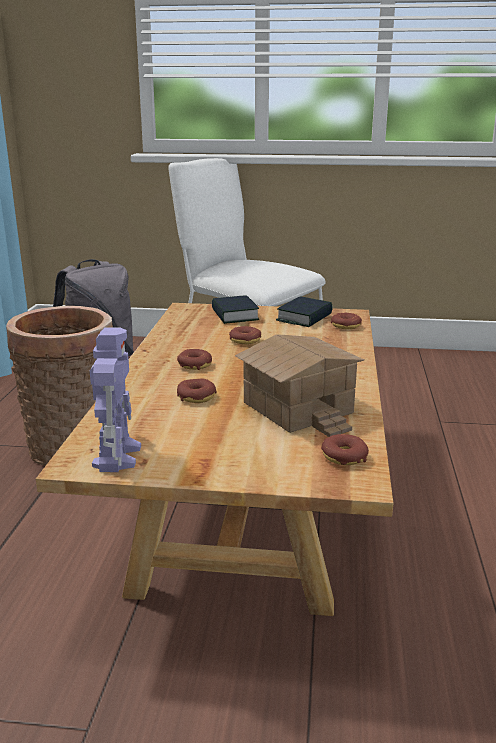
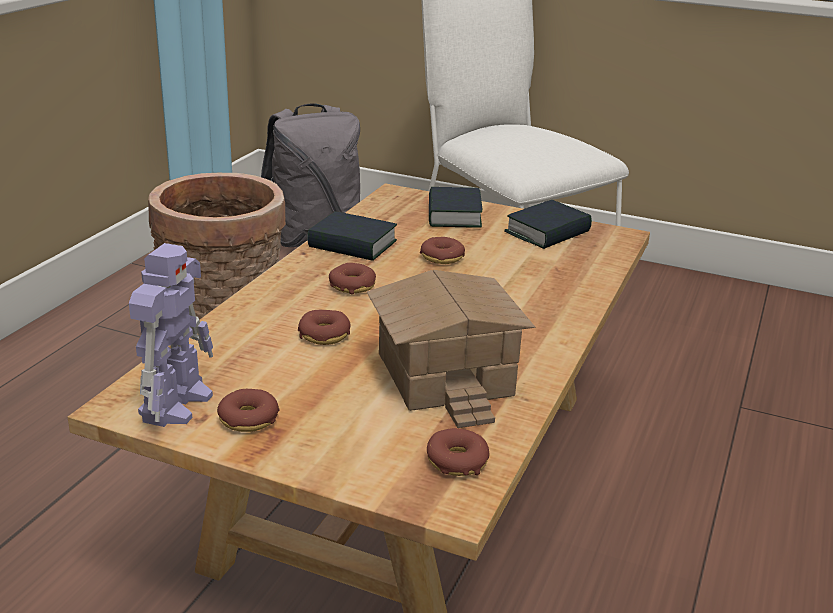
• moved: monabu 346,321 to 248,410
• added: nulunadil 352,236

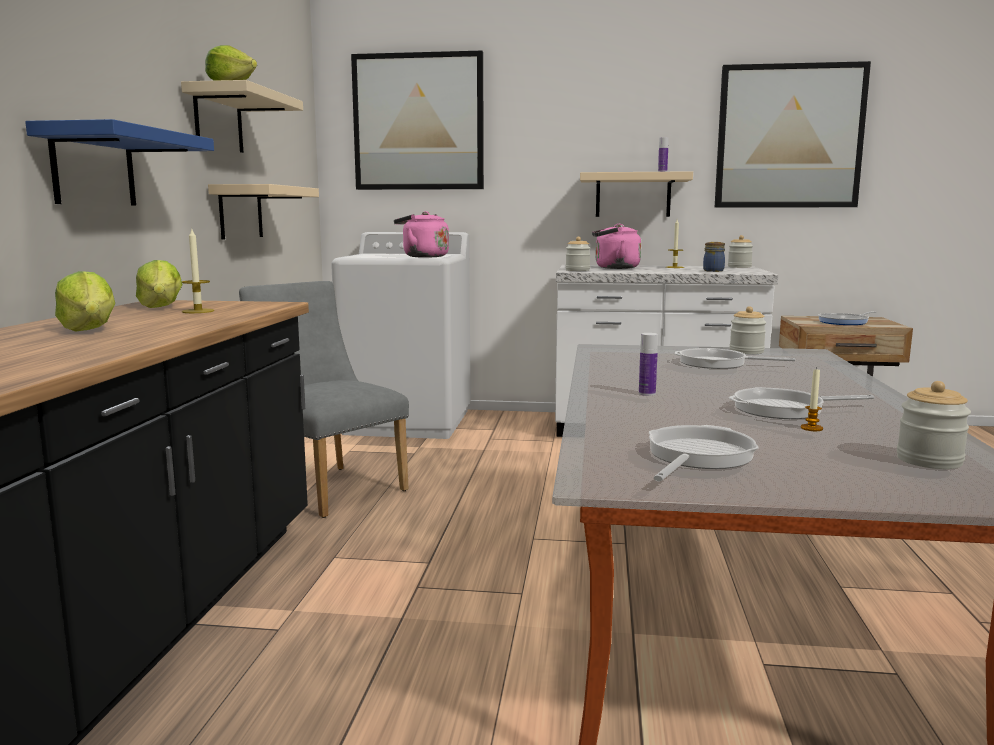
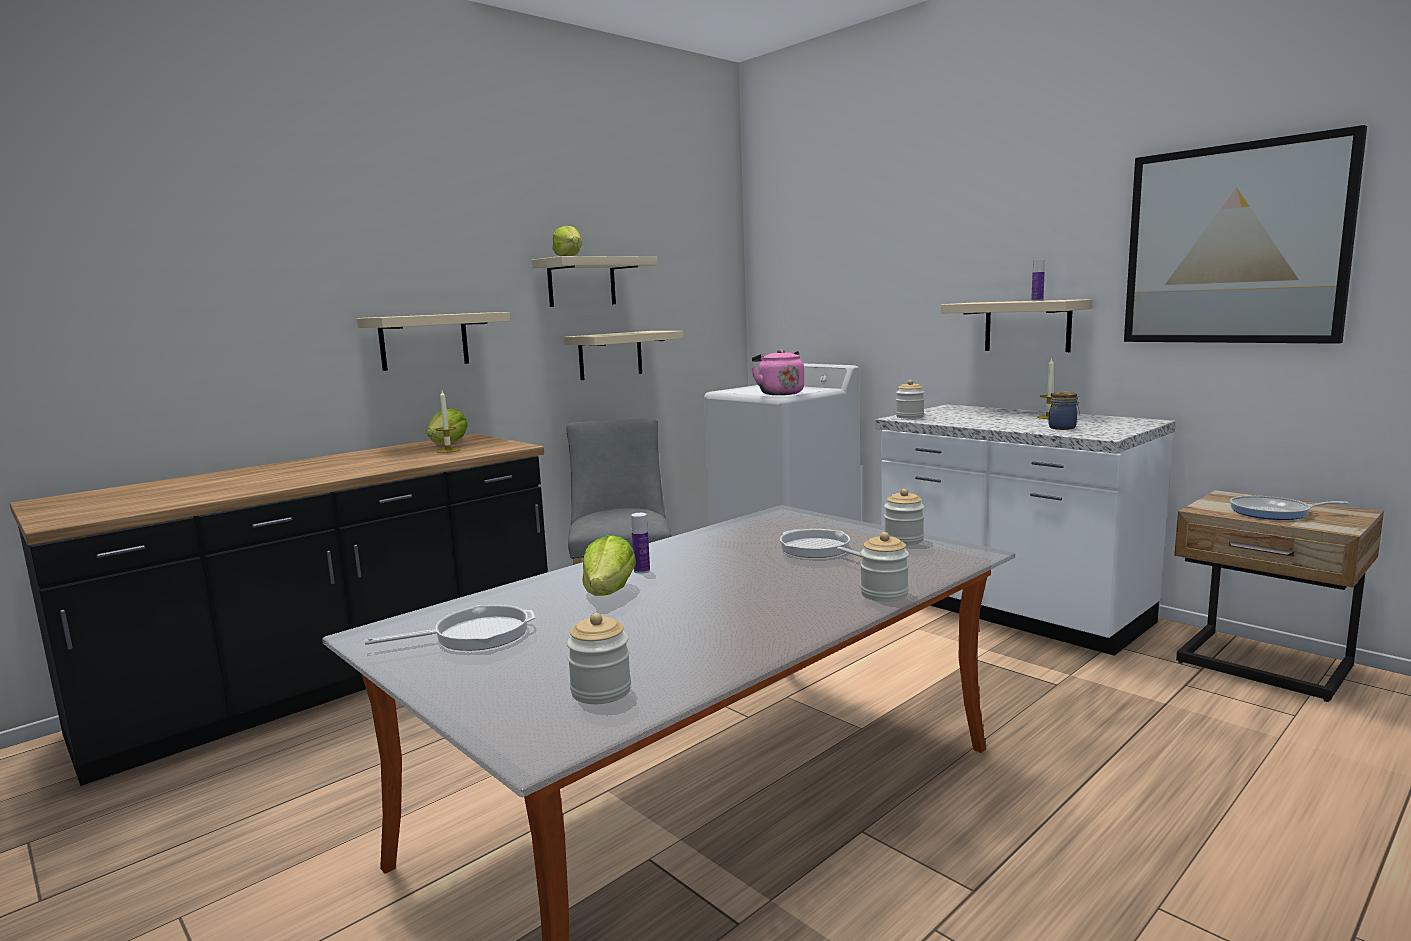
• recoloured: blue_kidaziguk 119,162 to beige_kidaziguk 433,341
• moved: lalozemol 85,301 to 609,565
• moved: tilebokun 740,251 to 884,567
• removed: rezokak 417,120
• removed: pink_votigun 616,246
• removed: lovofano 801,403
• removed: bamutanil 812,400

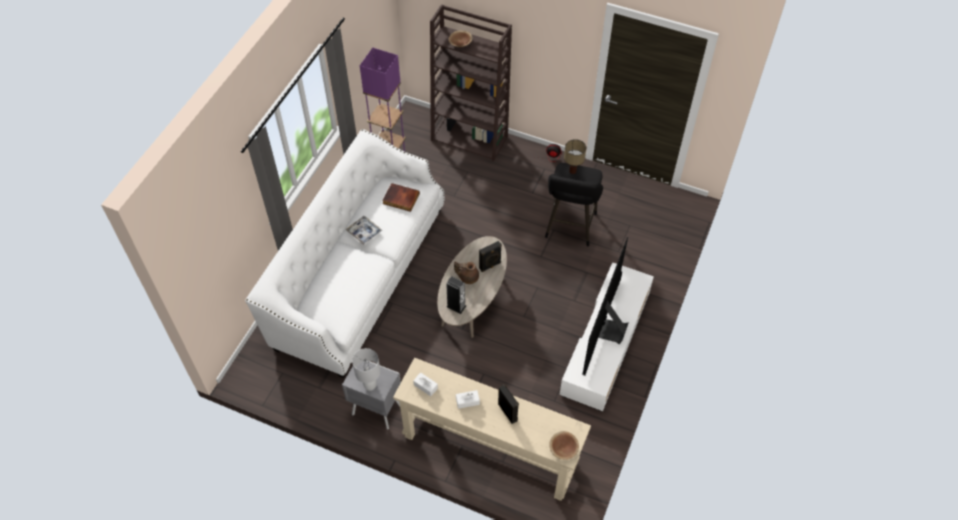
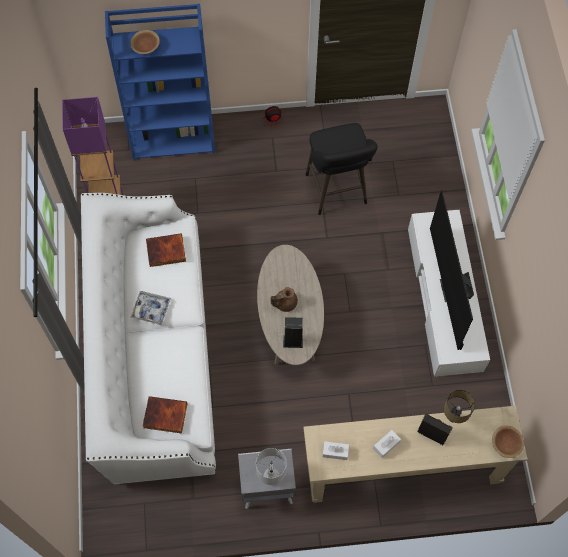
• recoloured: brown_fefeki 471,82 to blue_fefeki 160,82
• added: nulunadil 165,415
• moved: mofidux 575,156 to 459,406
• removed: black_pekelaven 490,256

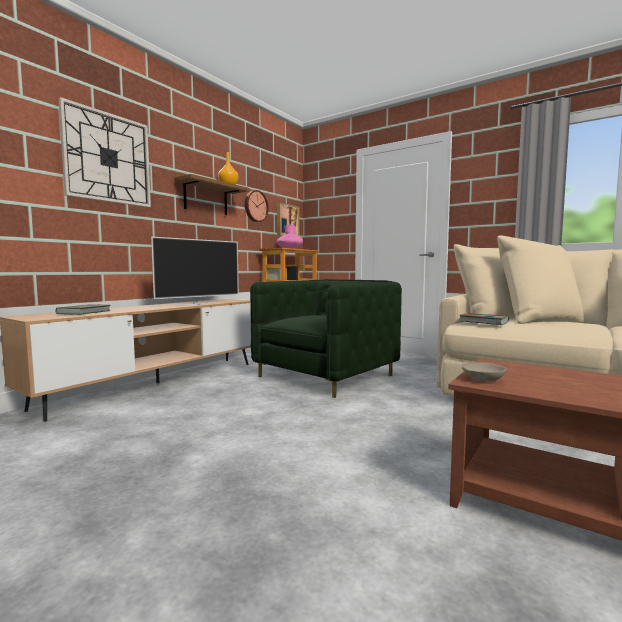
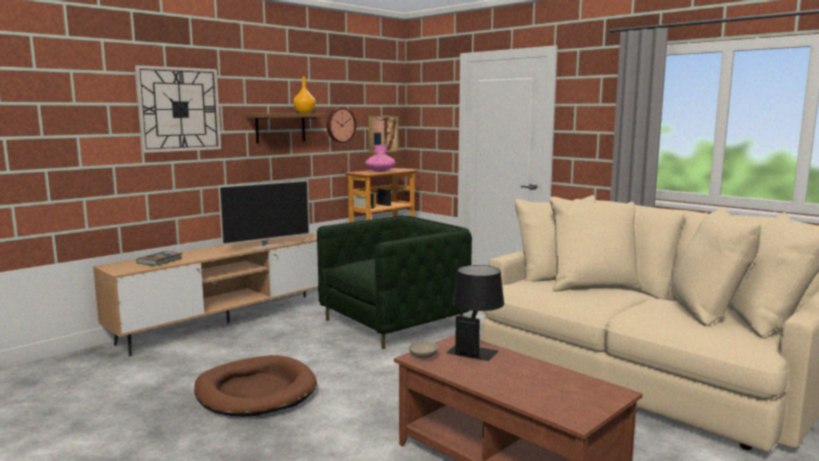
• added: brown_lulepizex 255,386
• added: black_mofidux 475,313
• removed: nulunadil 484,319

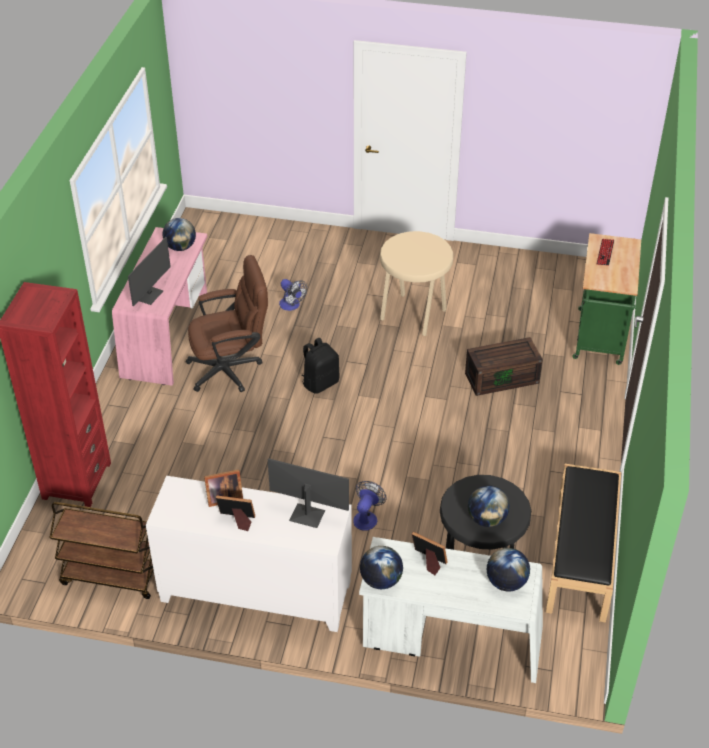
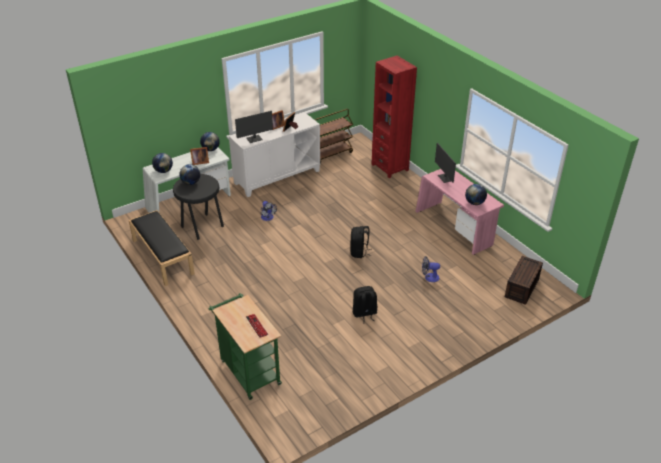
• replaced: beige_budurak 417,283 to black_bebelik 365,305
• moved: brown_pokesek 504,366 to 524,280
• removed: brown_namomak 226,323

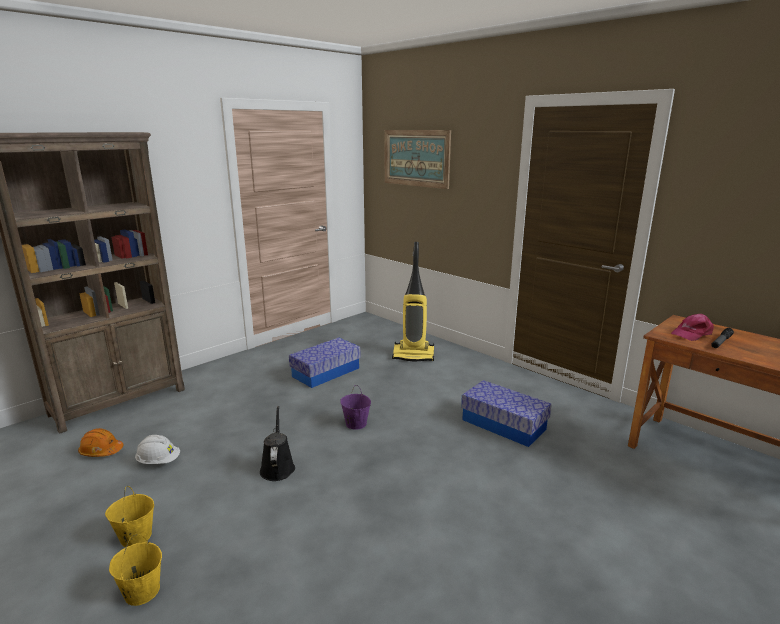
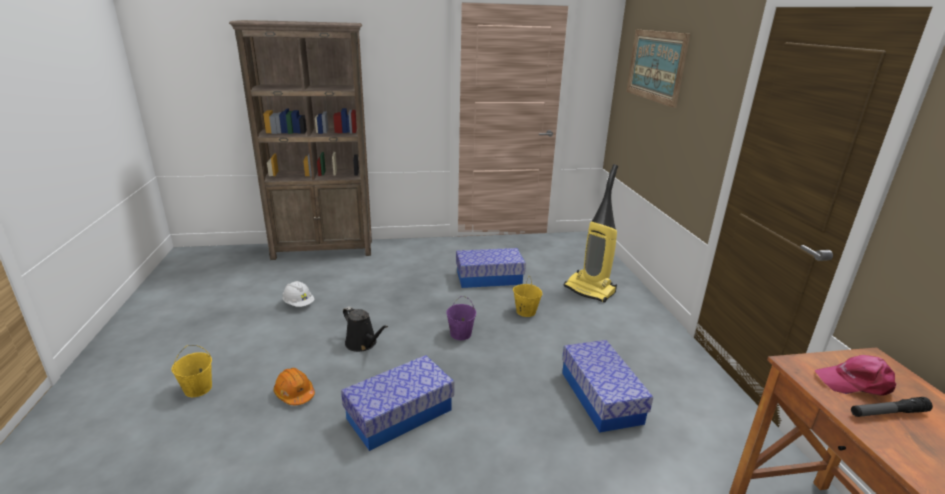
• moved: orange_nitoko 100,442 to 294,386
• added: pokesek 397,403
• turned: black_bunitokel 277,443 = 365,329 105 degrees clockwise
• moved: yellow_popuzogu 129,516 to 527,296

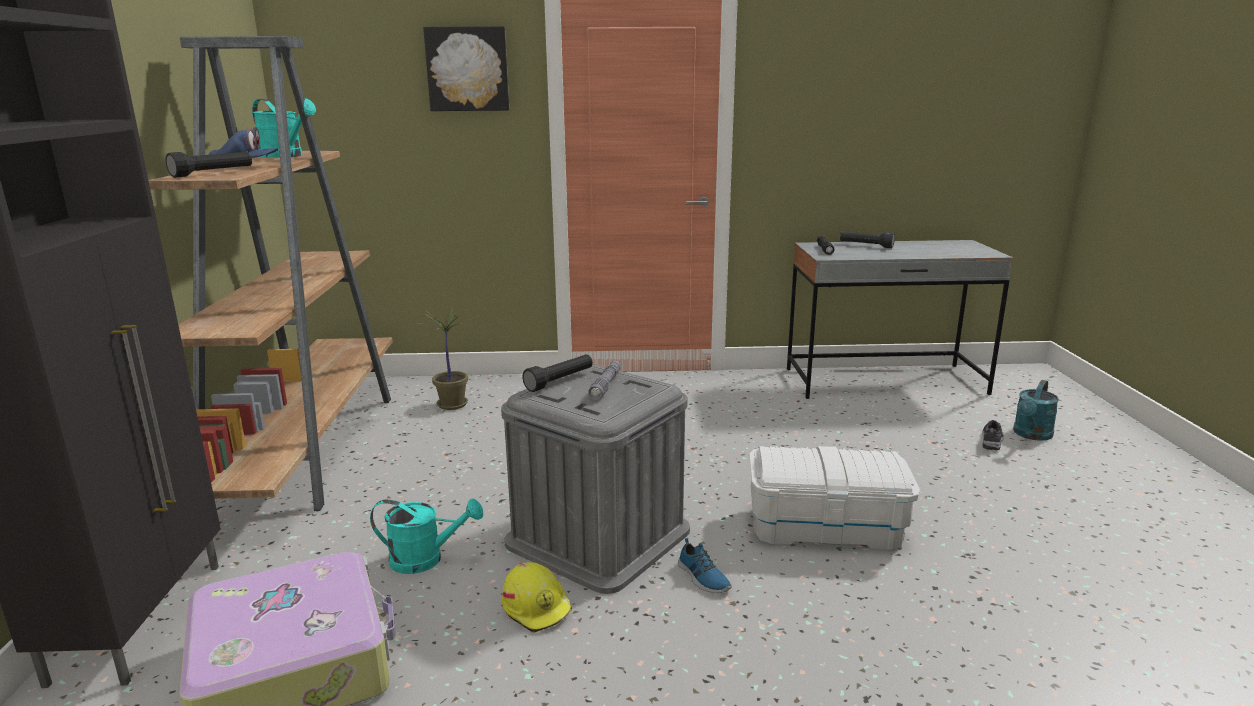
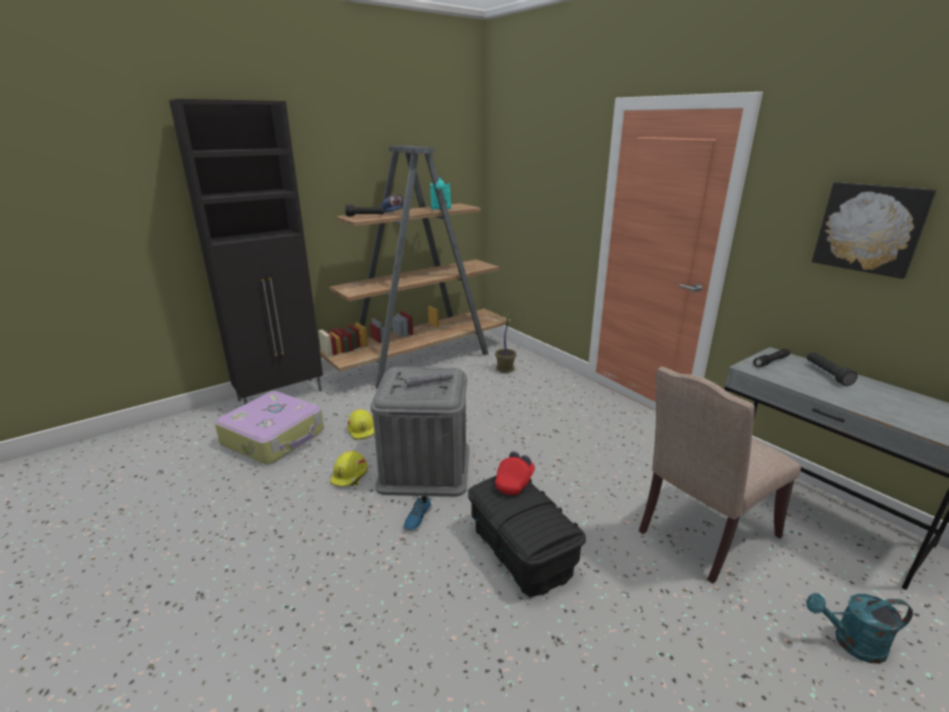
• replaced: turquoise_bunitokel 426,536 to yellow_nitoko 361,424
• recoloured: white_pokesek 834,498 to black_pokesek 527,536
• added: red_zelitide 515,473
• added: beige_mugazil 720,475
• moved: rezokak 466,68 to 874,230
• removed: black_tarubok 557,373
• removed: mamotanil 993,435

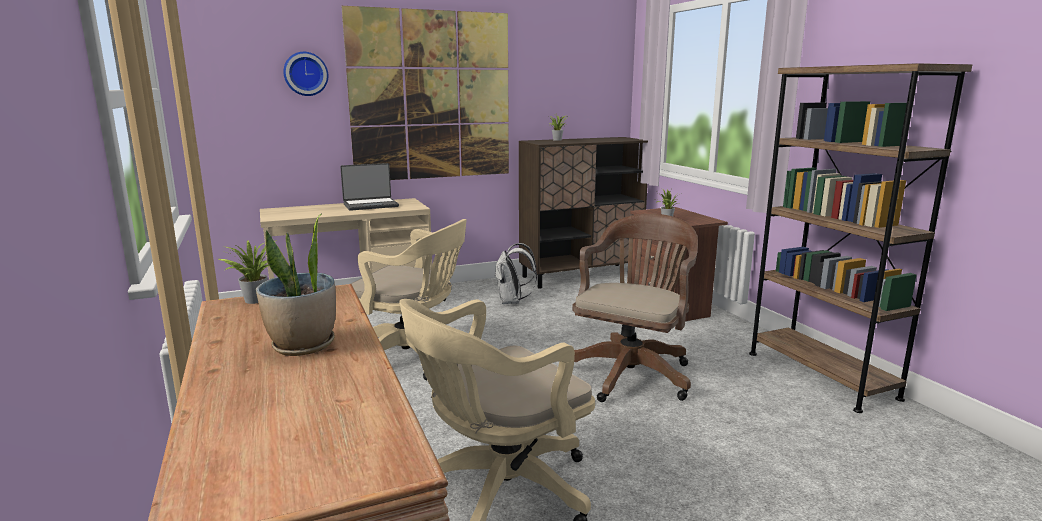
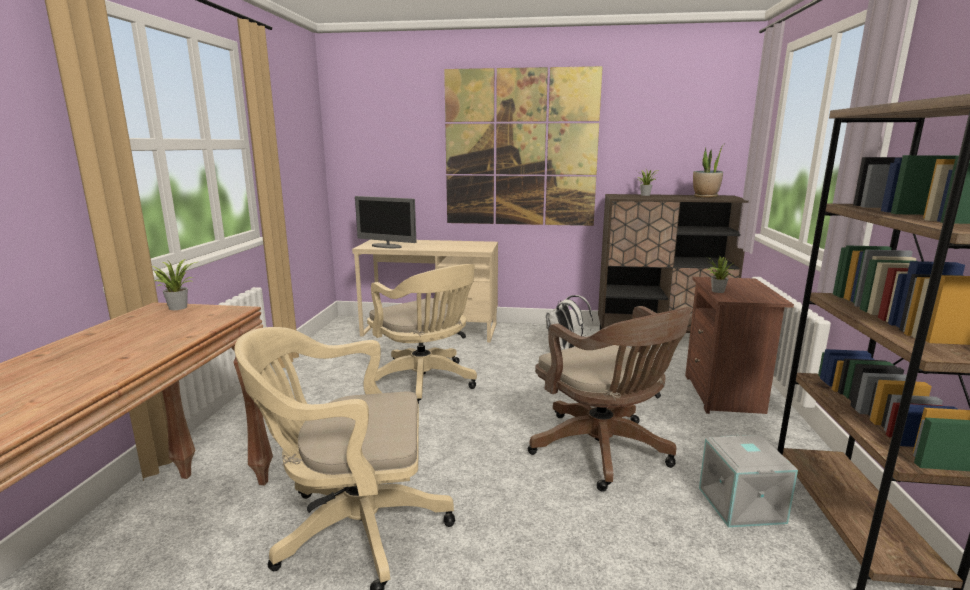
• added: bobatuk 385,222
• turned: brown_namomak 635,308 = 610,399 90 degrees clockwise
• moved: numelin 296,284 to 709,170
• added: grey_pokesek 748,480
• removed: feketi 305,74
• removed: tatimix 369,187

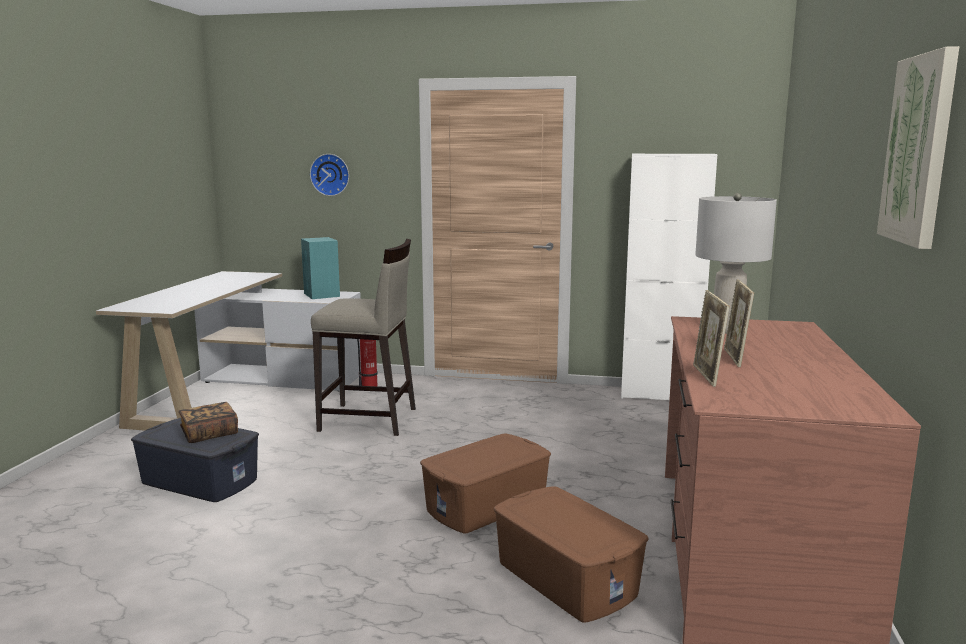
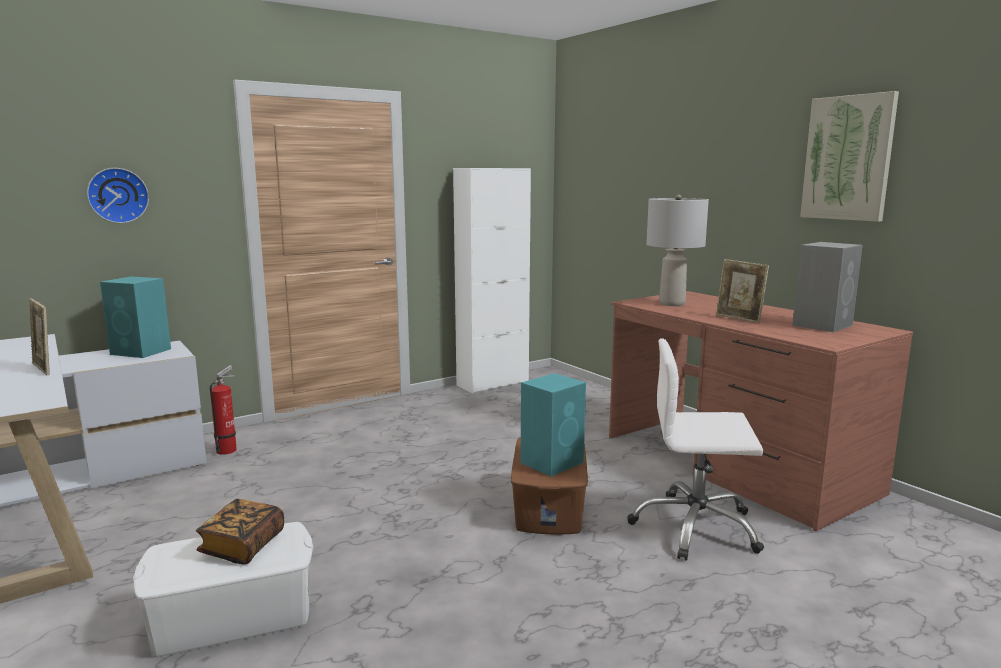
• moved: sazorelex 711,338 to 39,336
• recoloured: blue_pokesek 195,460 to white_pokesek 223,589
• added: turquoise_pekelaven 553,424
• replaced: brown_pokesek 571,554 to white_namomak 695,449
• added: grey_pekelaven 827,287
• removed: beige_budurak 363,337

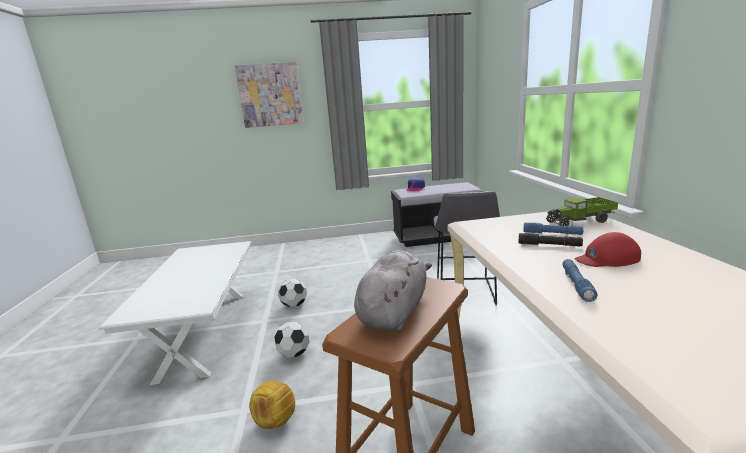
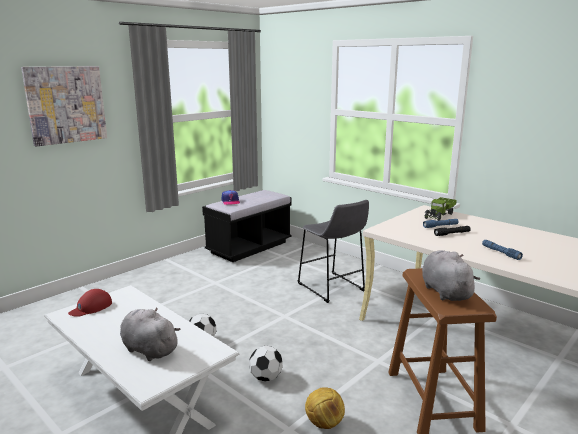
• moved: red_zelitide 608,249 to 90,303
• added: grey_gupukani 150,334

